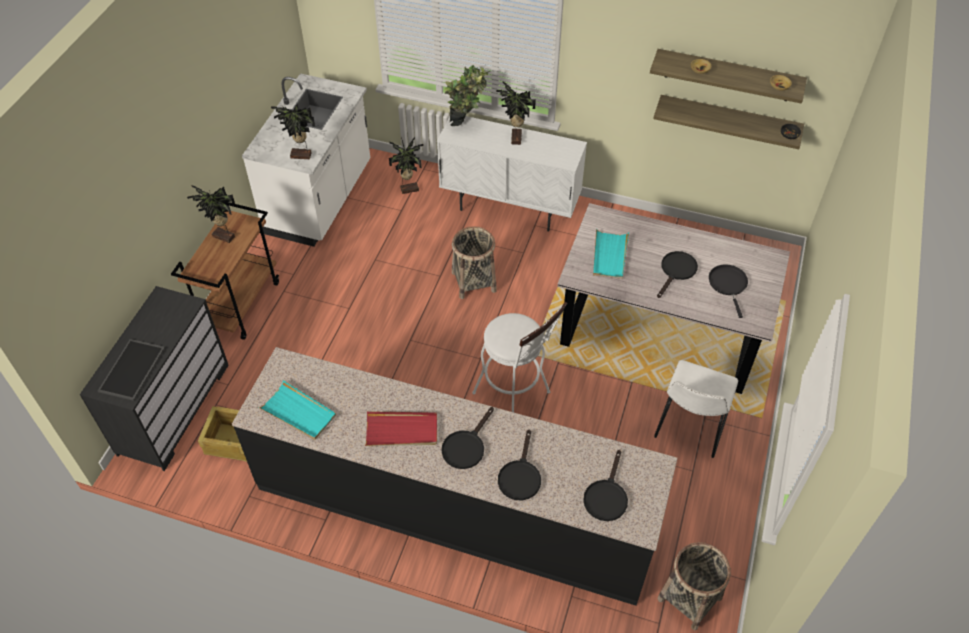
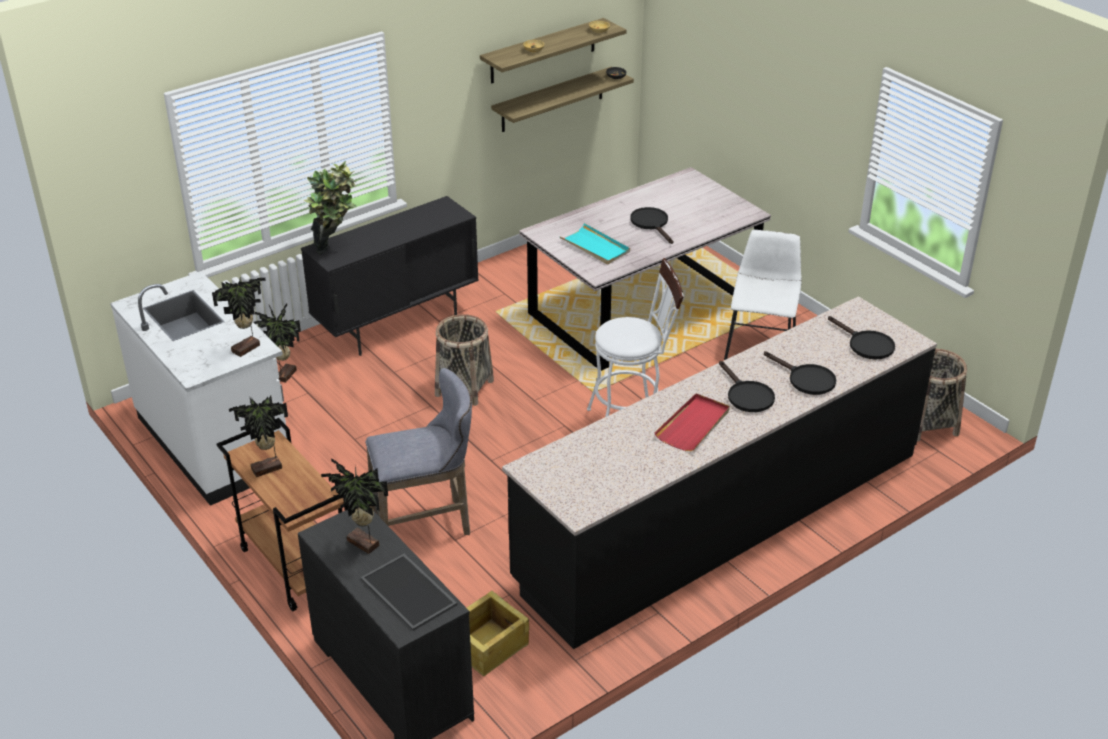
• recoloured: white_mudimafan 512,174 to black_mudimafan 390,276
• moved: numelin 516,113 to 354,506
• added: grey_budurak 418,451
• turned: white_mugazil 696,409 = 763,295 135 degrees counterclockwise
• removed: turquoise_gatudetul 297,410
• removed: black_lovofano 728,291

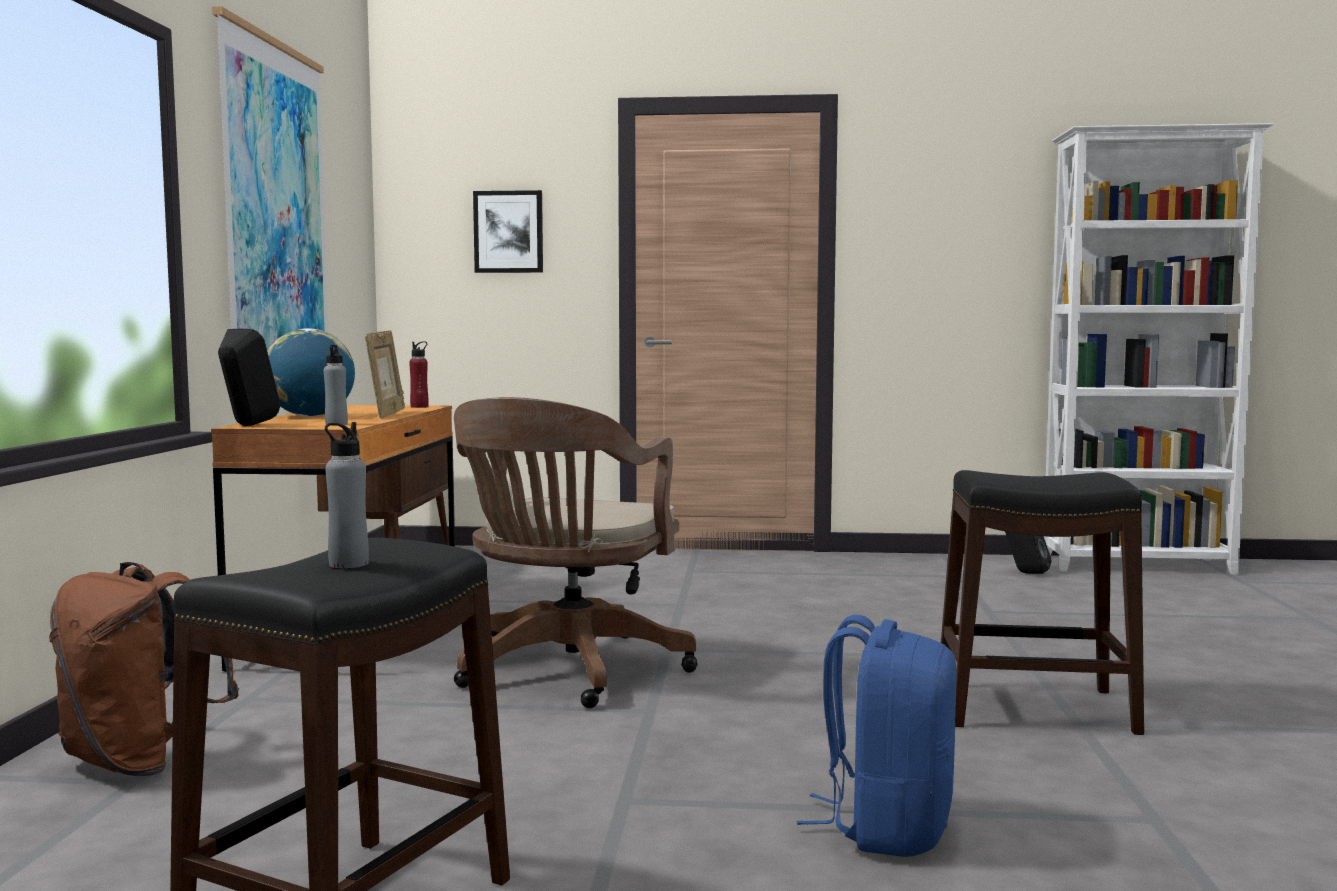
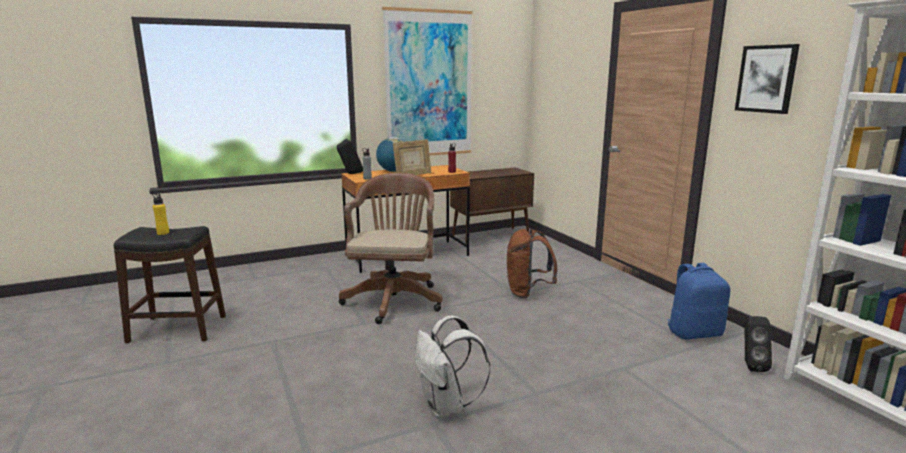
• recoloured: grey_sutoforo 347,495 to yellow_sutoforo 160,214
• turned: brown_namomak 576,552 = 391,248 105 degrees clockwise
• replaced: black_budurak 1042,602 to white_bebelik 452,367
• moved: brown_bebelik 144,669 to 532,264
• moved: blue_bebelik 877,736 to 698,301
• moved: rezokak 508,231 to 767,79

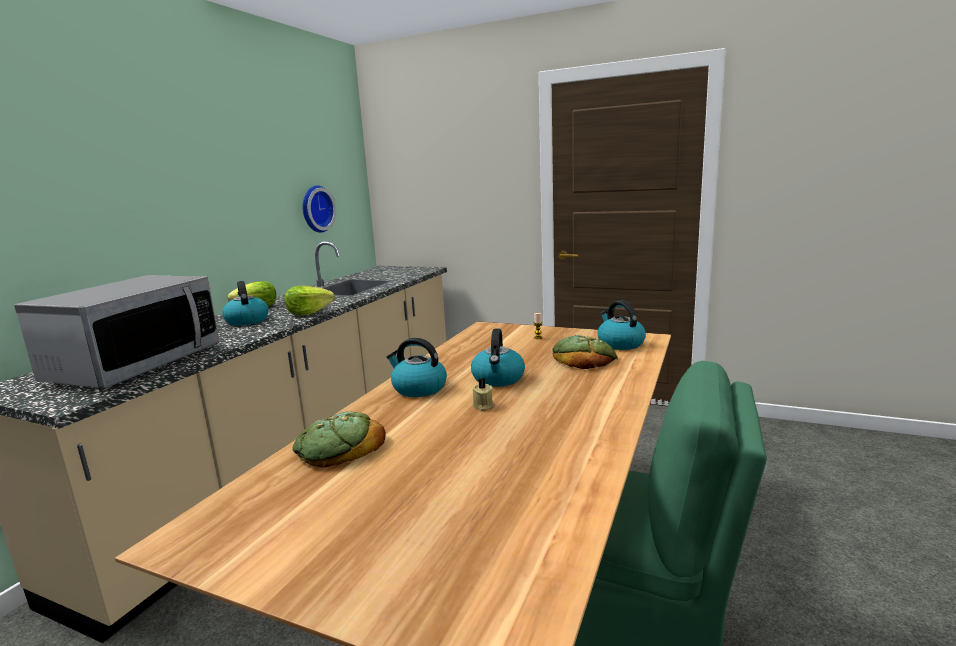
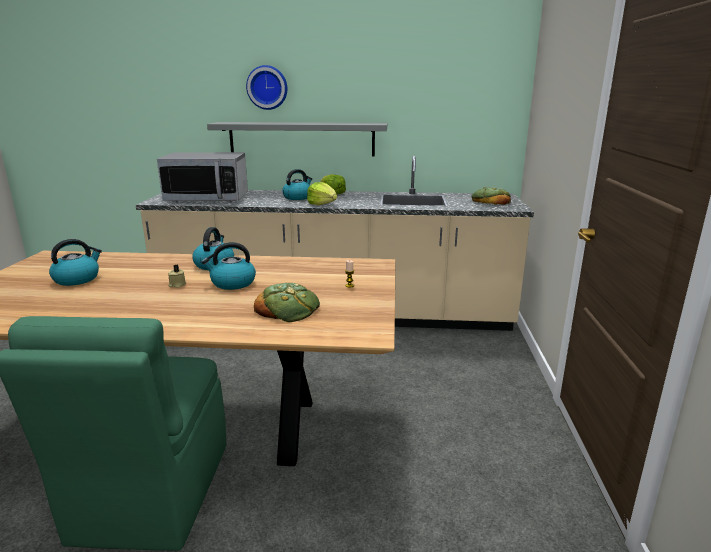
• moved: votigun 622,325 to 75,262
• added: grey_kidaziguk 297,139
• moved: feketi 319,209 to 266,87
• moved: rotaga 339,439 to 491,196

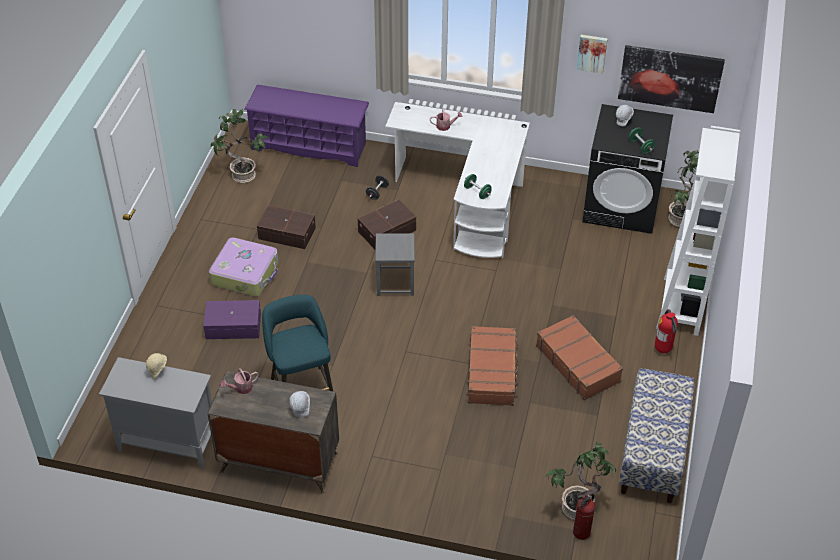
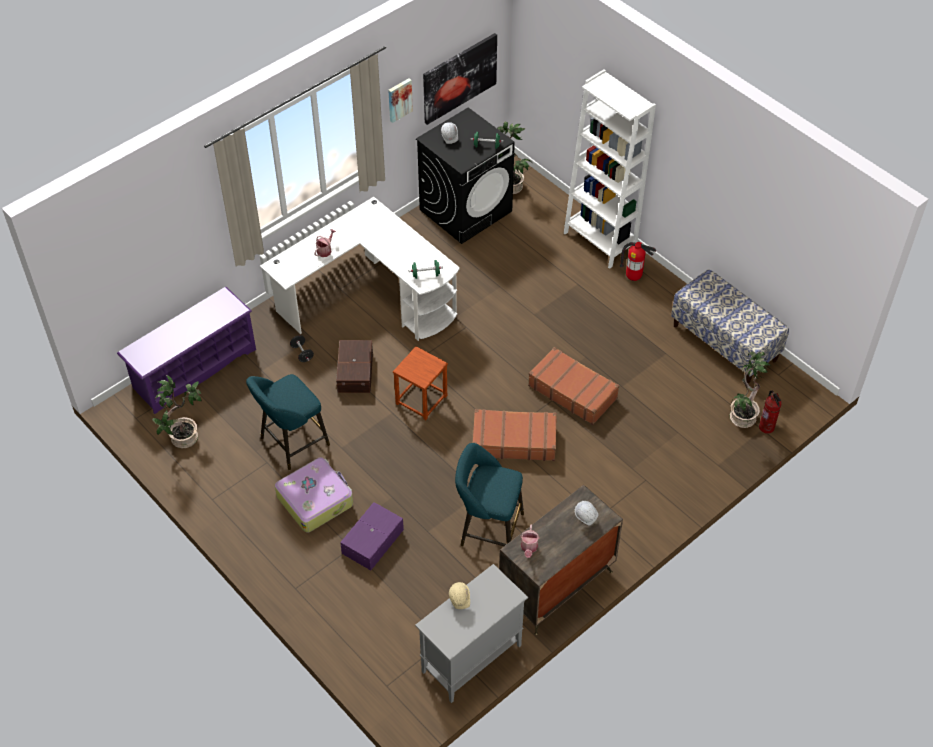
• replaced: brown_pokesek 286,227 to turquoise_budurak 288,422
• recoloured: grey_budurak 395,264 to brown_budurak 420,383
• moved: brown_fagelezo 579,357 to 515,435

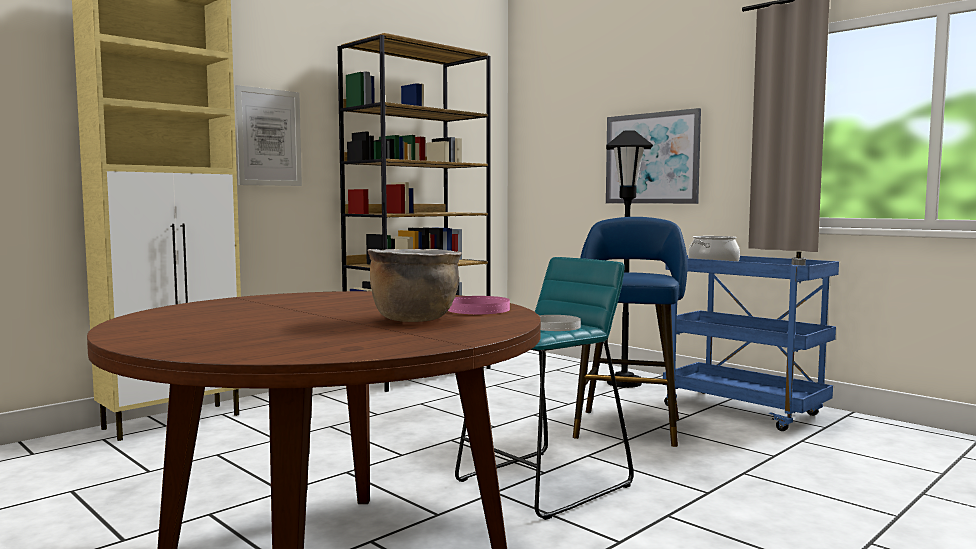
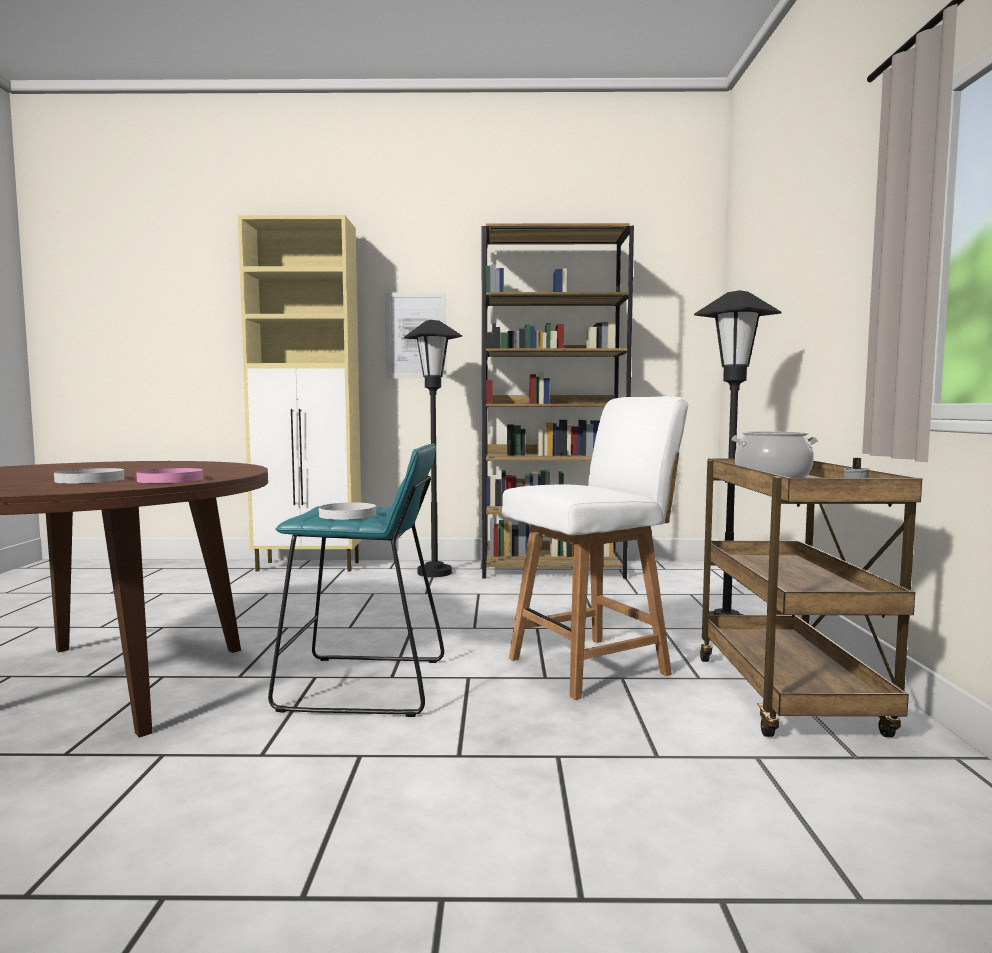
• replaced: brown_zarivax 414,285 to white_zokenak 89,476
• added: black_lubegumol 433,448
• replaced: blue_budurak 630,332 to white_mugazil 595,548
• recoloured: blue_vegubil 751,343 to brown_vegubil 811,597
• removed: rezokak 653,156

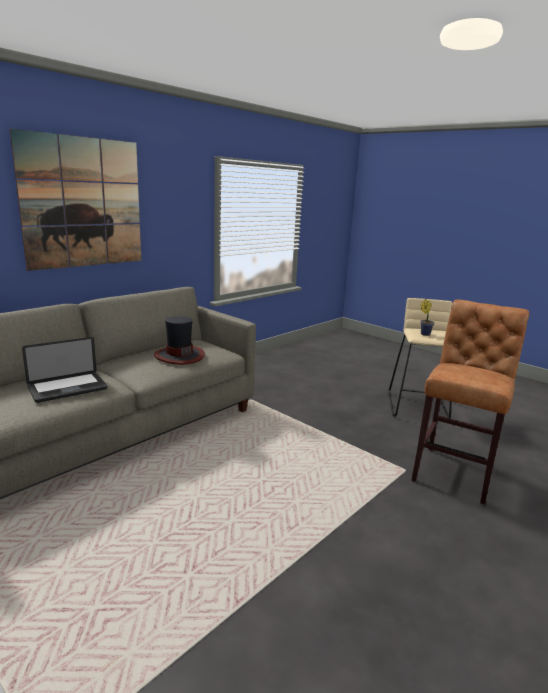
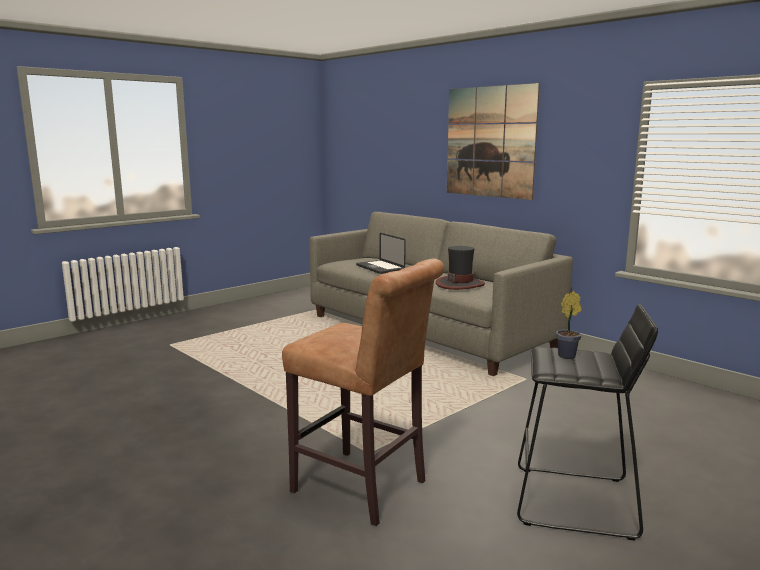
• recoloured: beige_budurak 420,358 to black_budurak 587,422

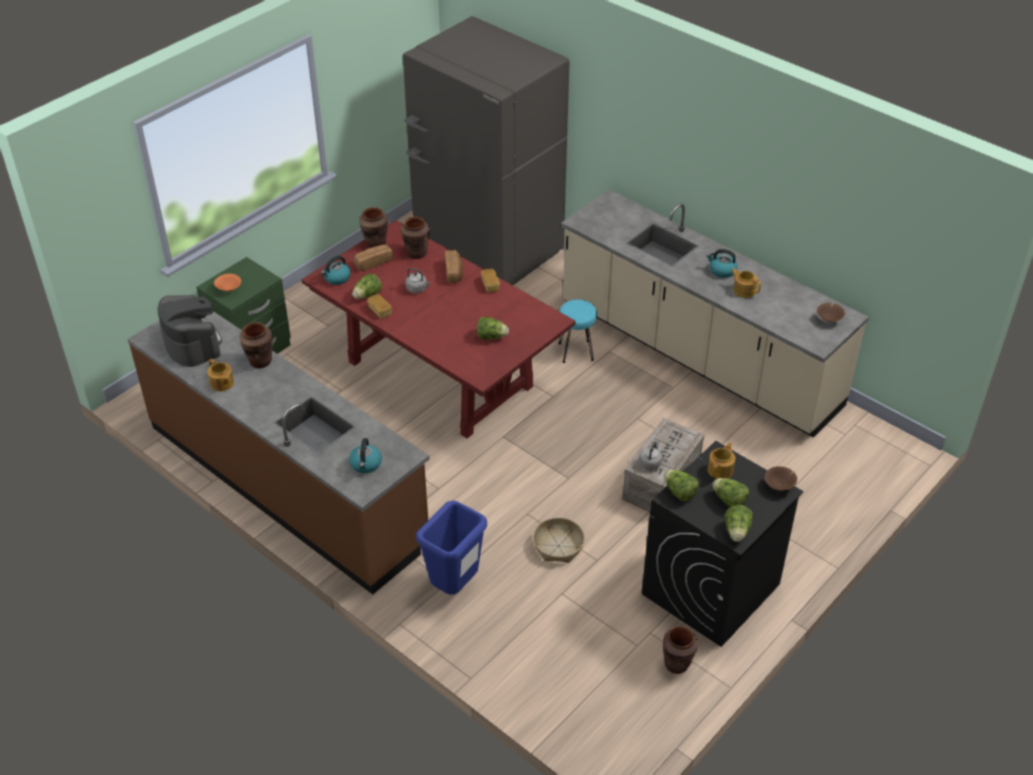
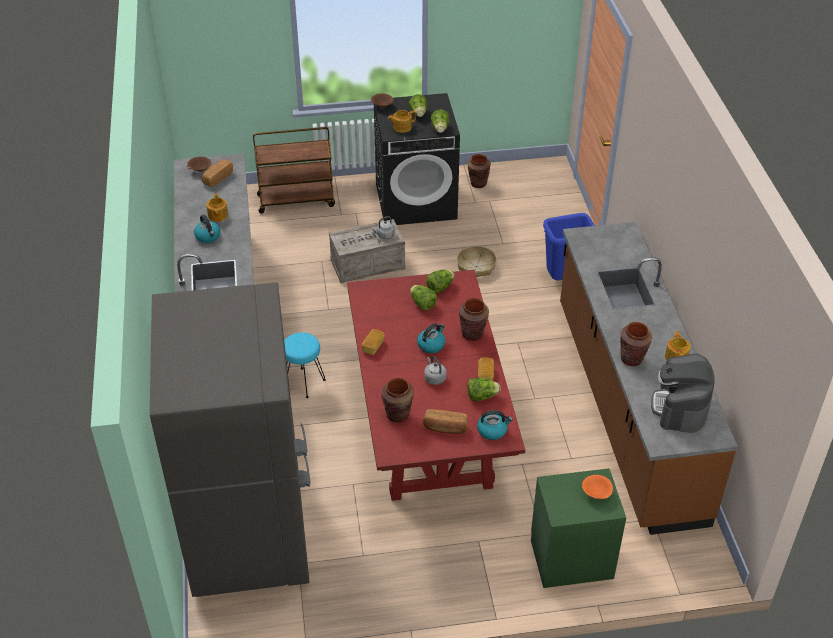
• moved: rotaga 453,266 to 217,173
• added: brown_vegubil 294,170
• moved: votigun 365,455 to 431,338
• moved: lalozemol 738,523 to 440,281
• moved: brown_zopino 373,227 to 474,319

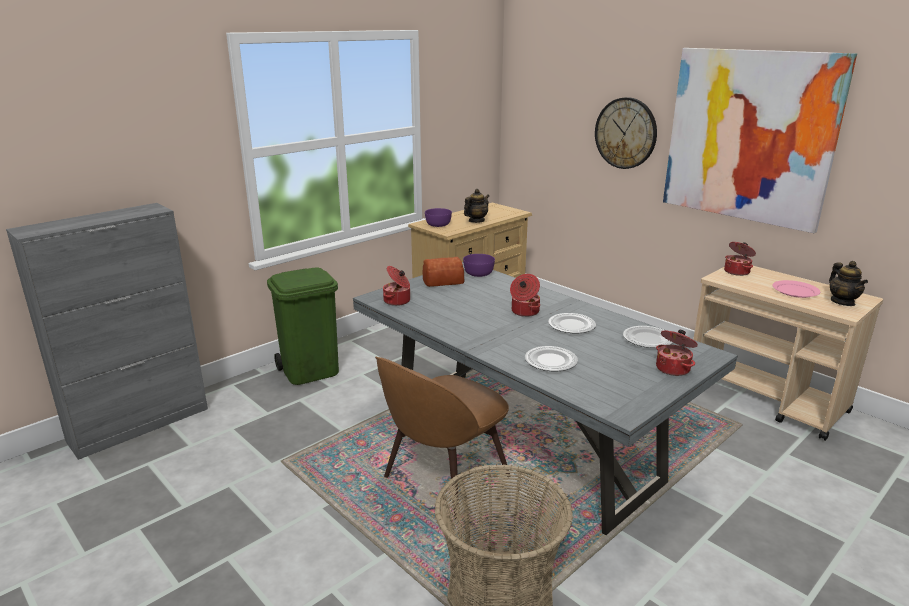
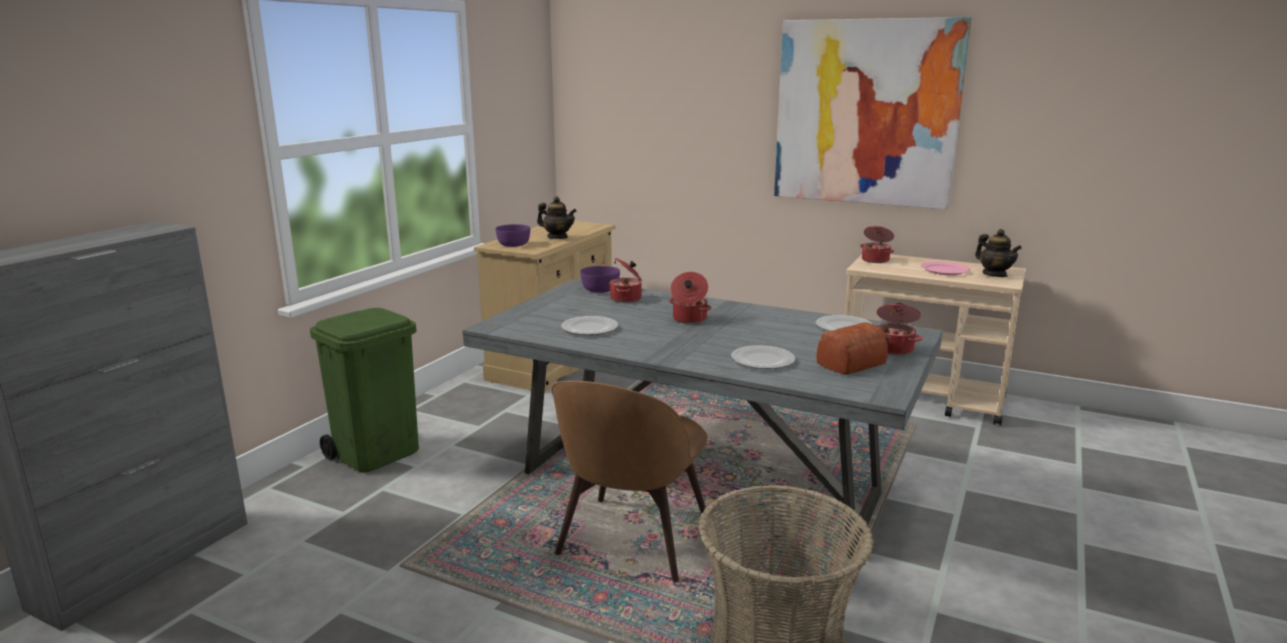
• turned: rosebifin 476,206 = 557,218 90 degrees clockwise
• moved: zokenak 572,323 to 589,325
• moved: zarivax 396,286 to 625,280
• moved: rotaga 443,272 to 852,348
• removed: feketi 626,133

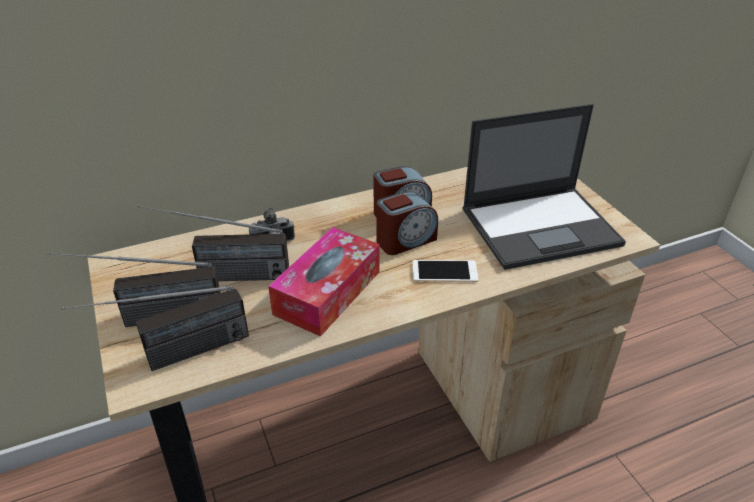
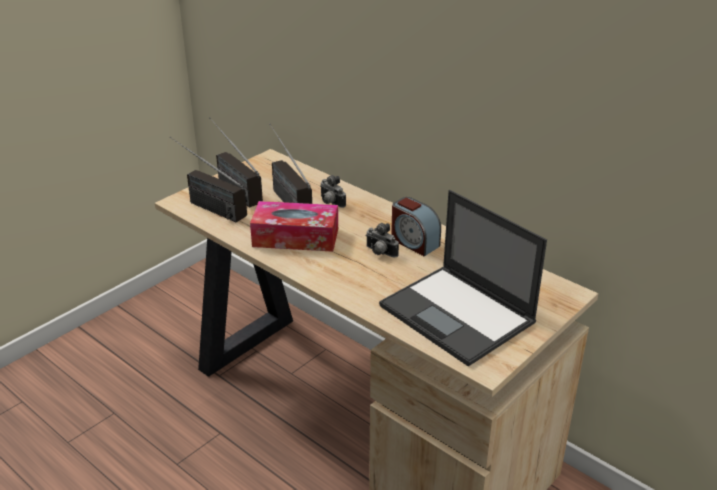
• replaced: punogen 407,223 to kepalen 382,240
• removed: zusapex 445,271

